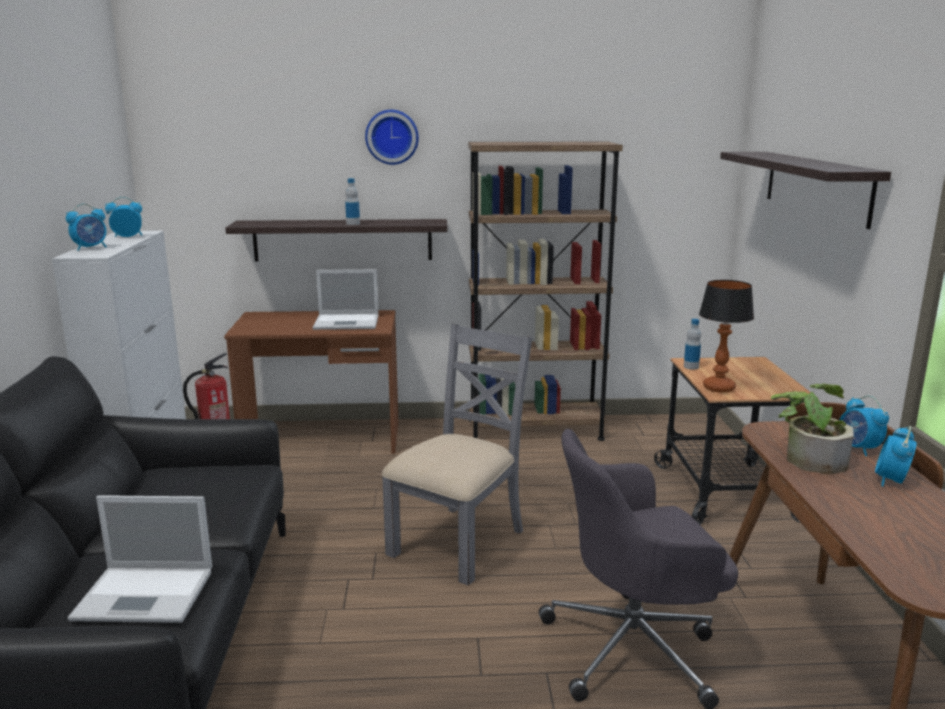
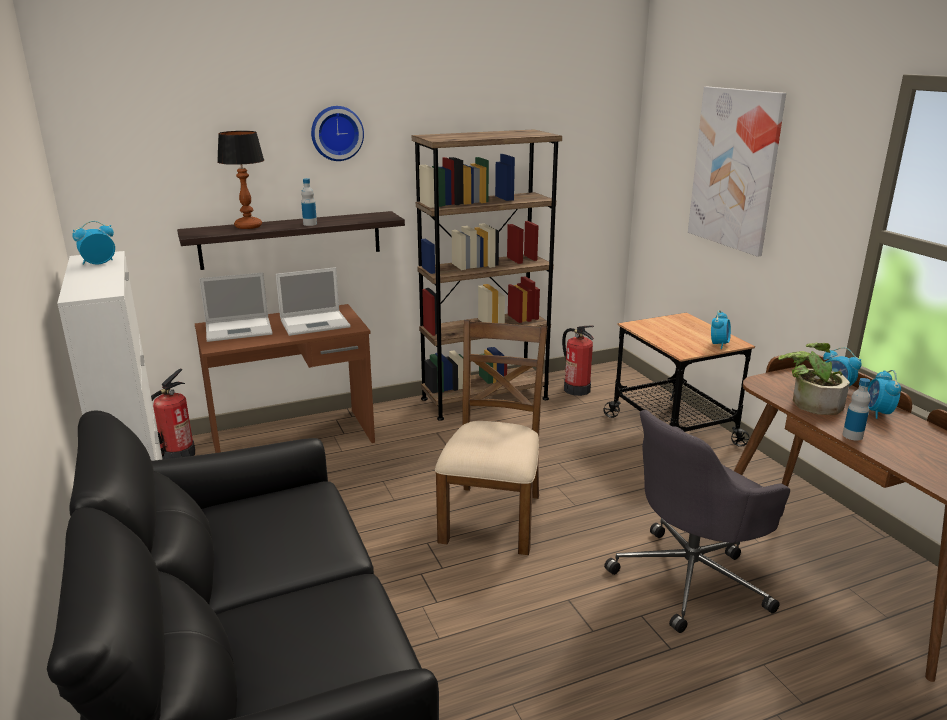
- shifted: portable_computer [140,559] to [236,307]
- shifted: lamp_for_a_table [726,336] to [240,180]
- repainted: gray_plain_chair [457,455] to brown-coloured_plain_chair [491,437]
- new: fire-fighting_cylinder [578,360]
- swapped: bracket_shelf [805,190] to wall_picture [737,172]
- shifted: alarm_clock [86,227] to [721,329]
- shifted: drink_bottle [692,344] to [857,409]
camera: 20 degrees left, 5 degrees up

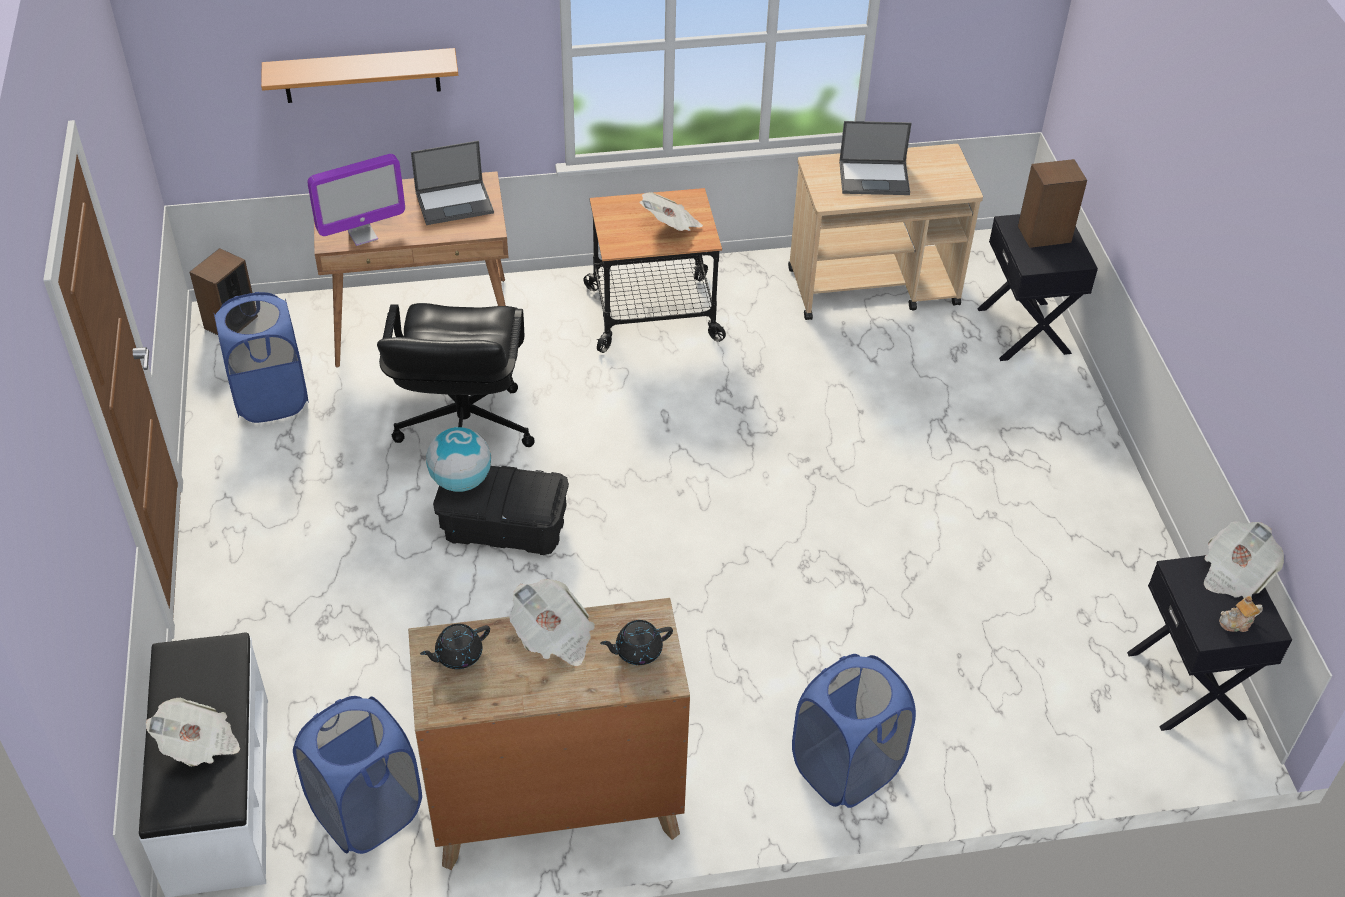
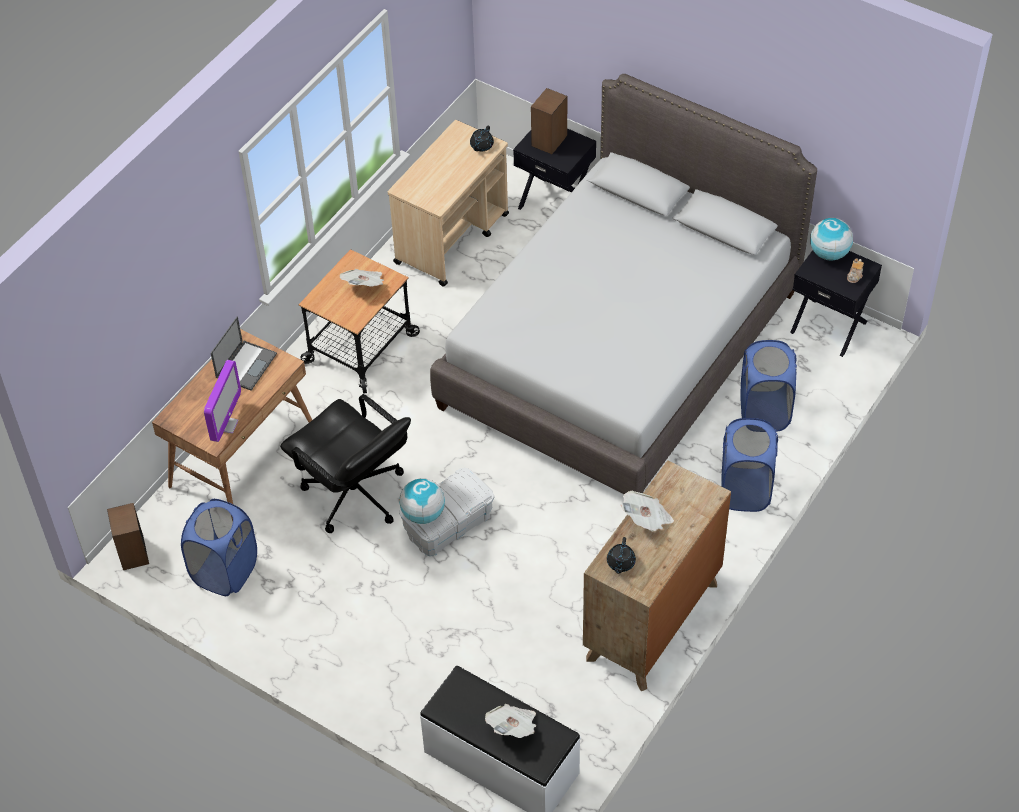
- repainted: black_storage_container [501,510] to whitish_storage_container [446,512]
- new: gray_sleeping_bed [623,284]
- shifted: black_tea_pot [636,642] to [482,138]
- shifted: blue_washing_basket [357,775] to [768,386]
- swapped: newspaper [1243,559] to desk_globe [831,239]
- gone: bracket_shelf [359,75]
- gone: portable_computer [875,158]
camera: 45 degrees left, 5 degrees up

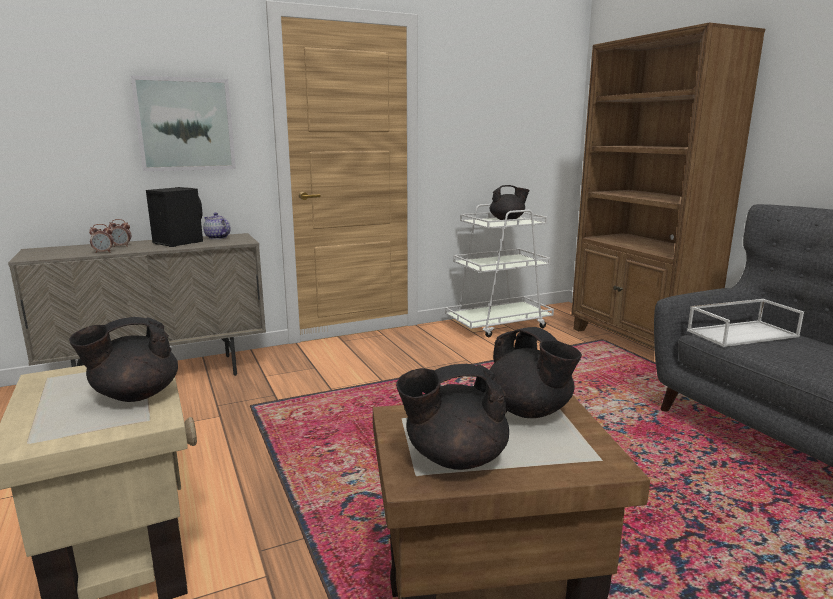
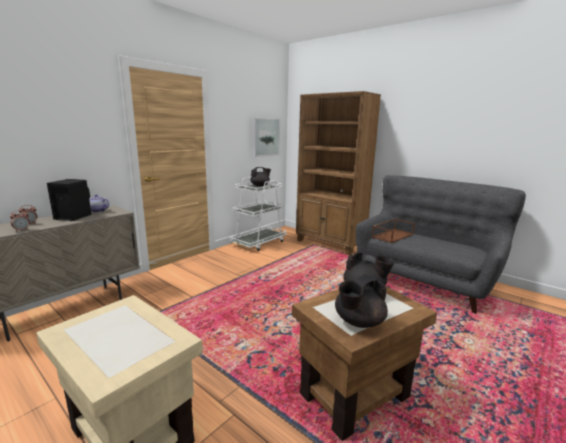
- shifted: wall_picture [183,123] to [266,137]
- repainted: whitish_carrying_tray [745,323] to brown-coloured_carrying_tray [393,231]
- gone: black_tea_pot [123,359]
camera: 25 degrees left, 0 degrees up

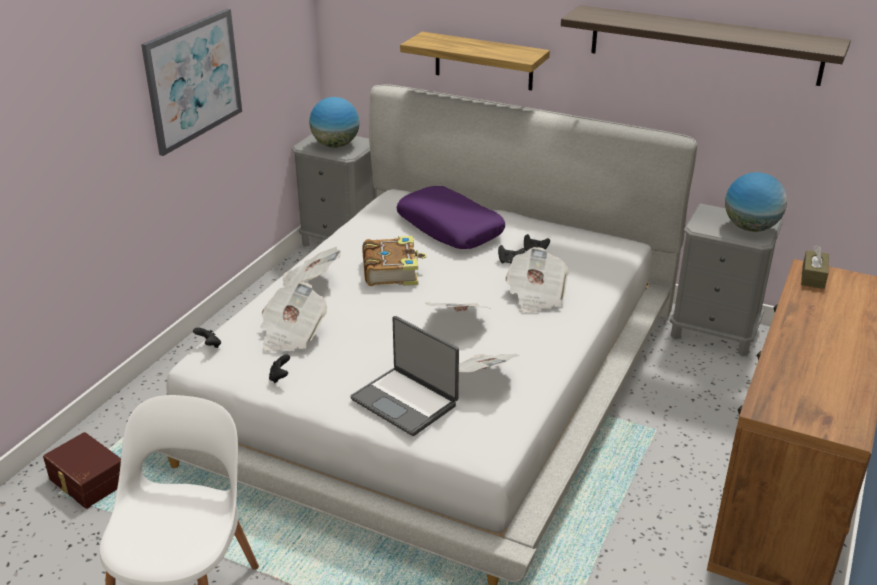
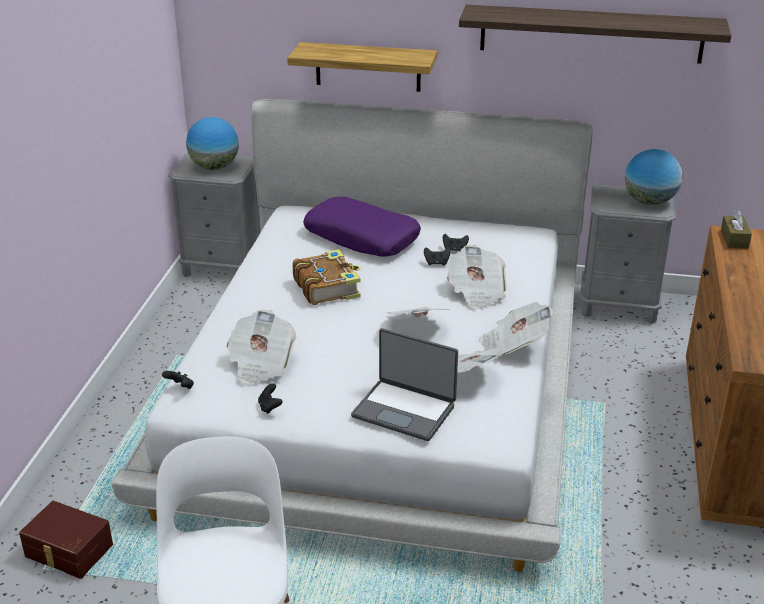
- shifted: newspaper [312,267] to [516,329]
- gone: wall_picture [191,82]
camera: 15 degrees left, 0 degrees up

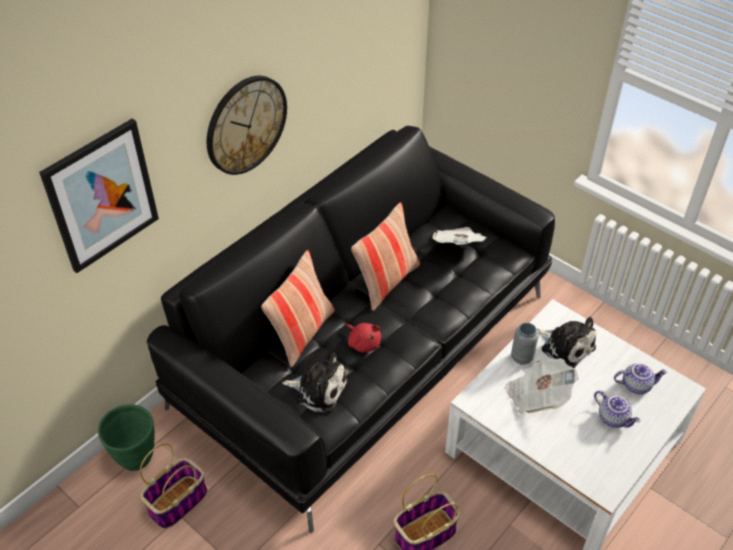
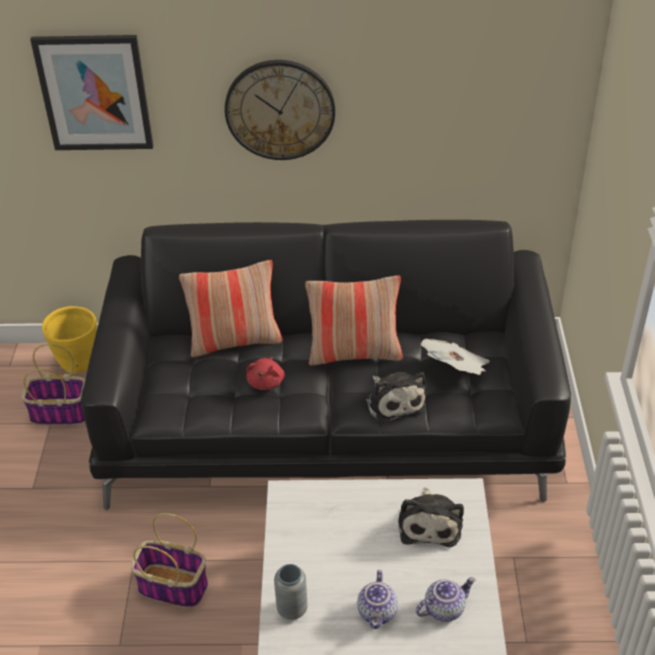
- repainted: green-coloured_flower_pot [126,437] to yellow_flower_pot [69,340]
- shifted: gray_flower_vase [525,344] to [291,592]
- shifted: soft_toy [315,382] to [395,398]
- rotated: tea_pot [640,378] = [446,599] 75 degrees counterclockwise
- gone: newspaper [541,386]
camera: 50 degrees right, 5 degrees down

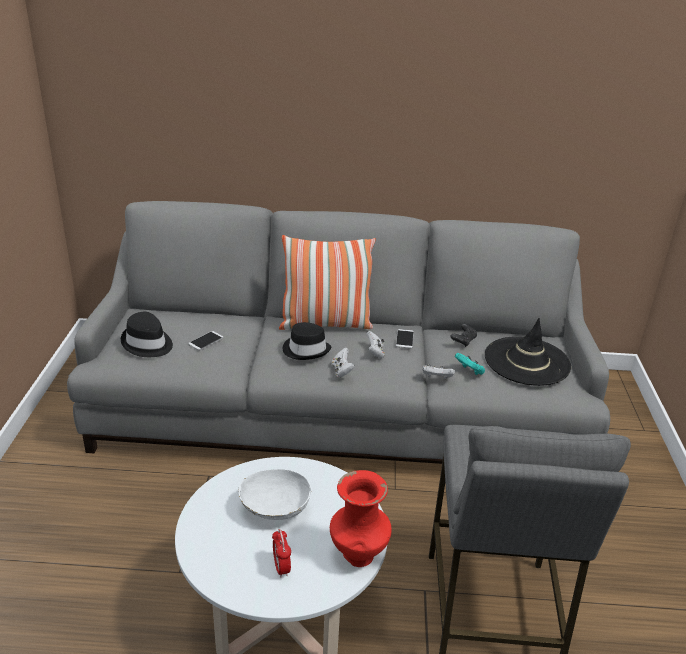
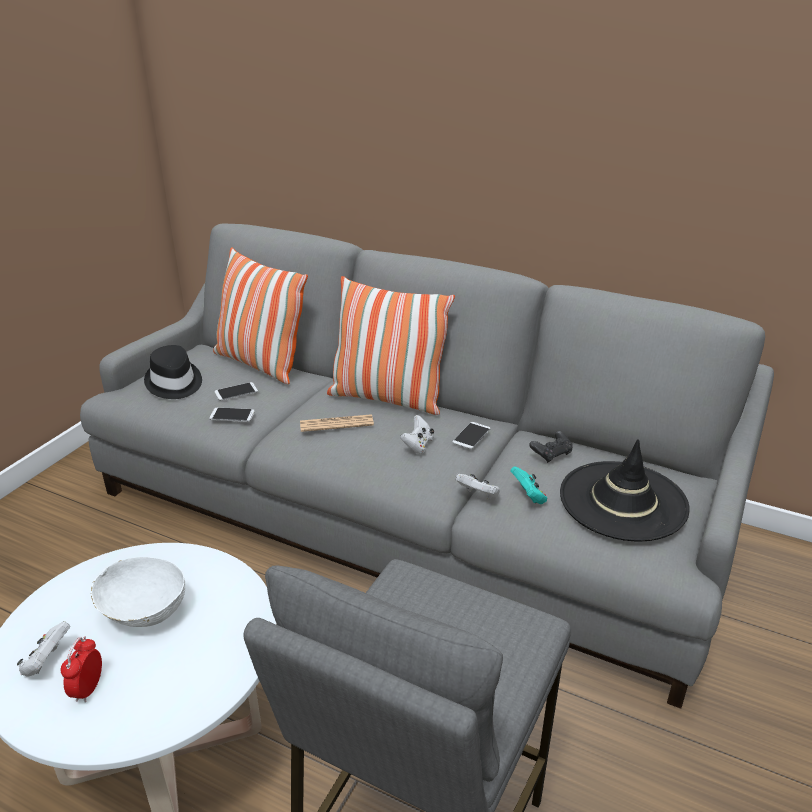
- shifted: whitish_game_controller [343,362] to [43,649]
- new: telephone [232,415]
- new: throw_pillow [260,315]
- swapped: black_clothing_hat [307,341] to newspaper [337,423]
- gone: red_flower_vase [361,518]
camera: 25 degrees right, 0 degrees up

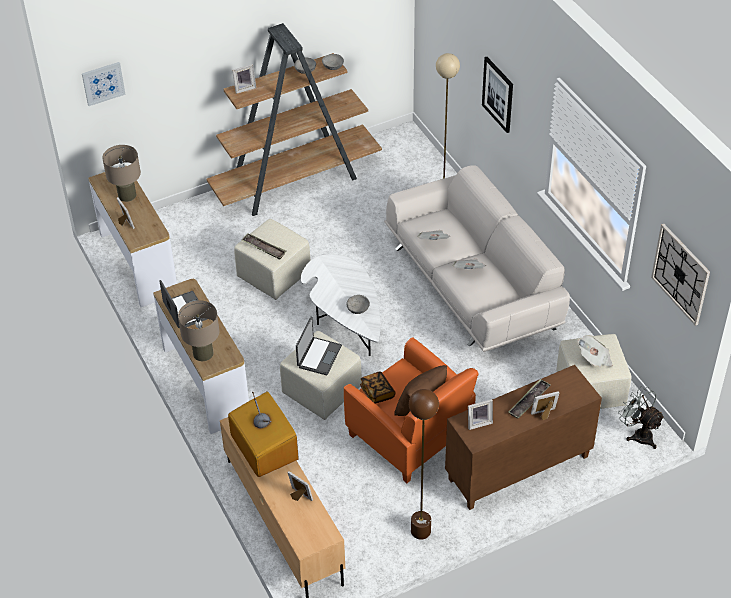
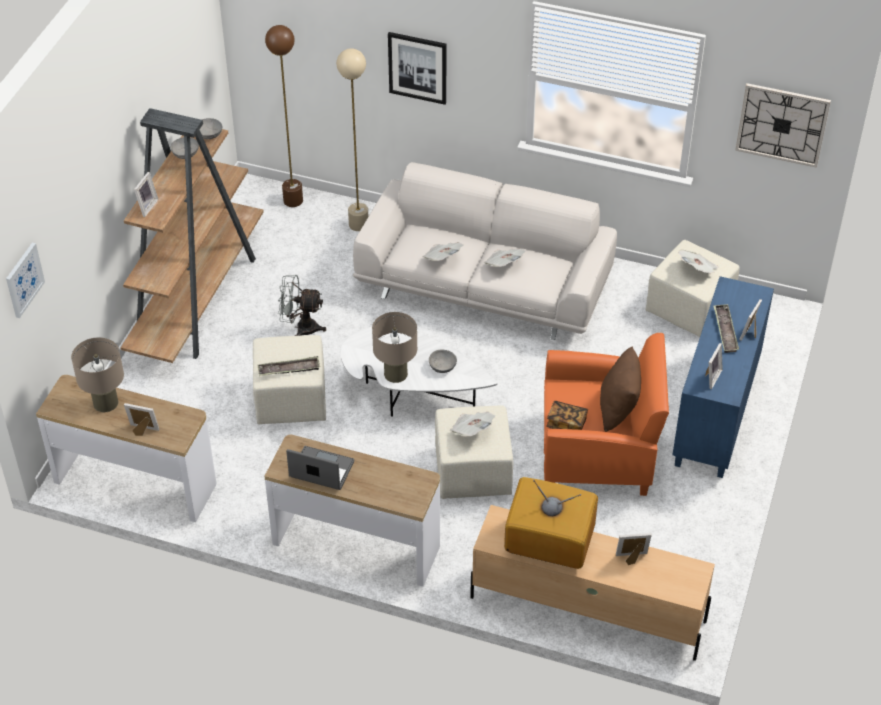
- shifted: brown-coloured_standard_lamp [424,464] to [284,116]
- shifted: gray_electric_fan [642,418] to [302,305]
- shifted: beige_lamp_for_a_table [198,330] to [394,347]
- swapped: portable_computer [319,346] to newspaper [472,424]
- repainted: brown-coloured_cabinet [523,437] to blue_cabinet [723,377]
camera: 45 degrees left, 0 degrees up

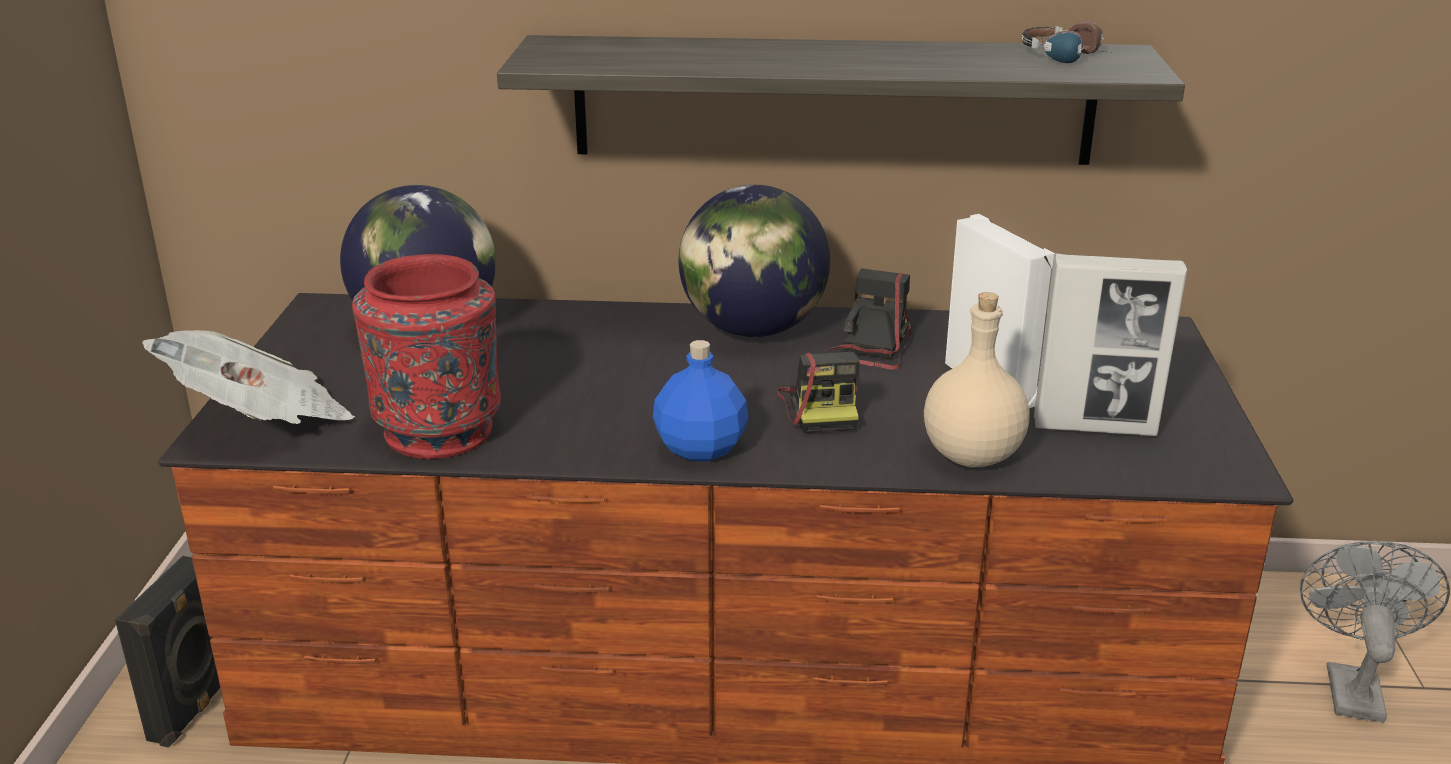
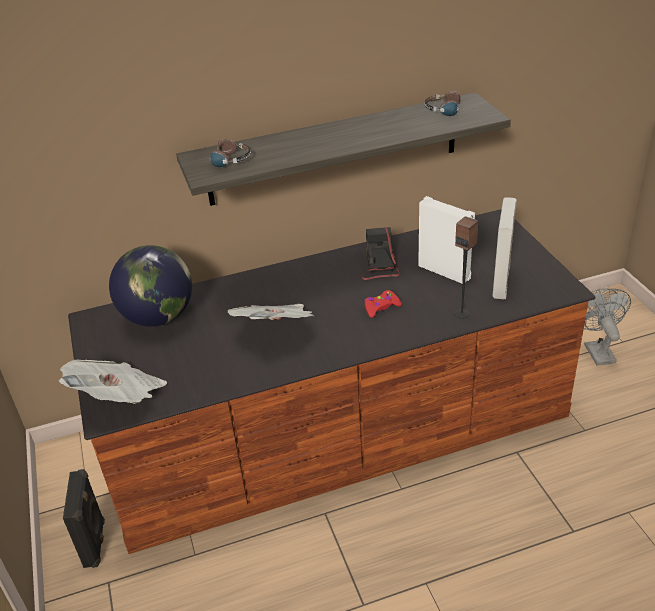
- new: pair_of_headphones [230,153]
- new: newspaper [271,312]
- swapped: still_camera [818,392] to red_game_controller [383,304]
- swapped: beige_drink_bottle [976,379] to loudspeaker [466,267]
- rotated: photo_frame [1110,344] = [505,248] 120 degrees clockwise
- gone: red_flower_vase [426,356]
- gone: blue_drink_bottle [700,400]
- gone: desk_globe [754,261]
camera: 20 degrees left, 10 degrees up

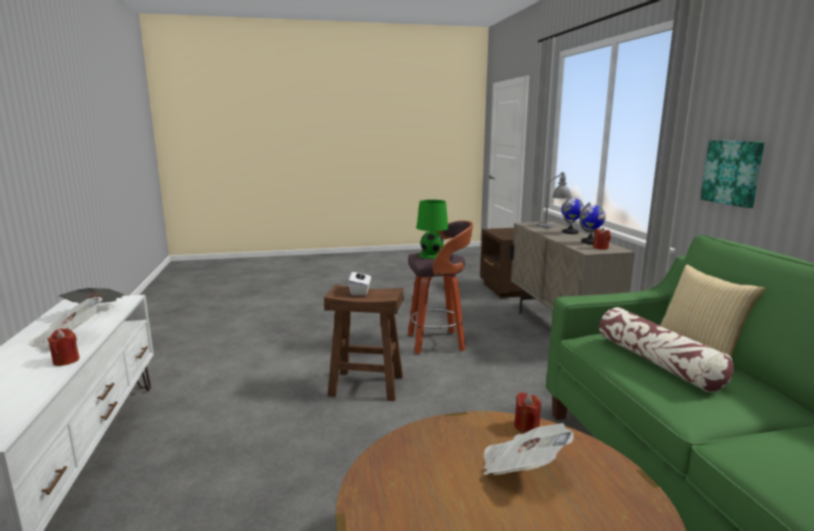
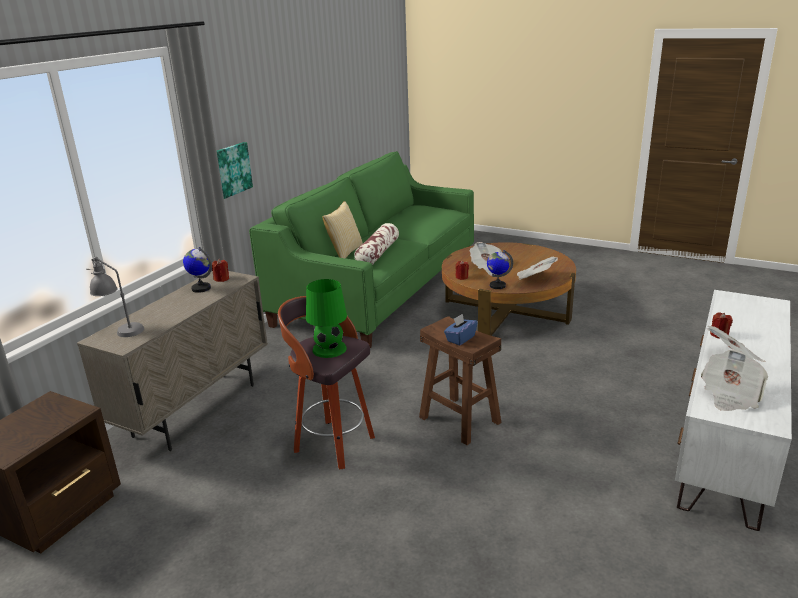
- repainted: whitish_box_of_tissues [360,281] to blue_box_of_tissues [461,329]
- shifted: desk_globe [572,215] to [500,269]
- new: newspaper [537,268]
camera: 140 degrees left, 10 degrees up

